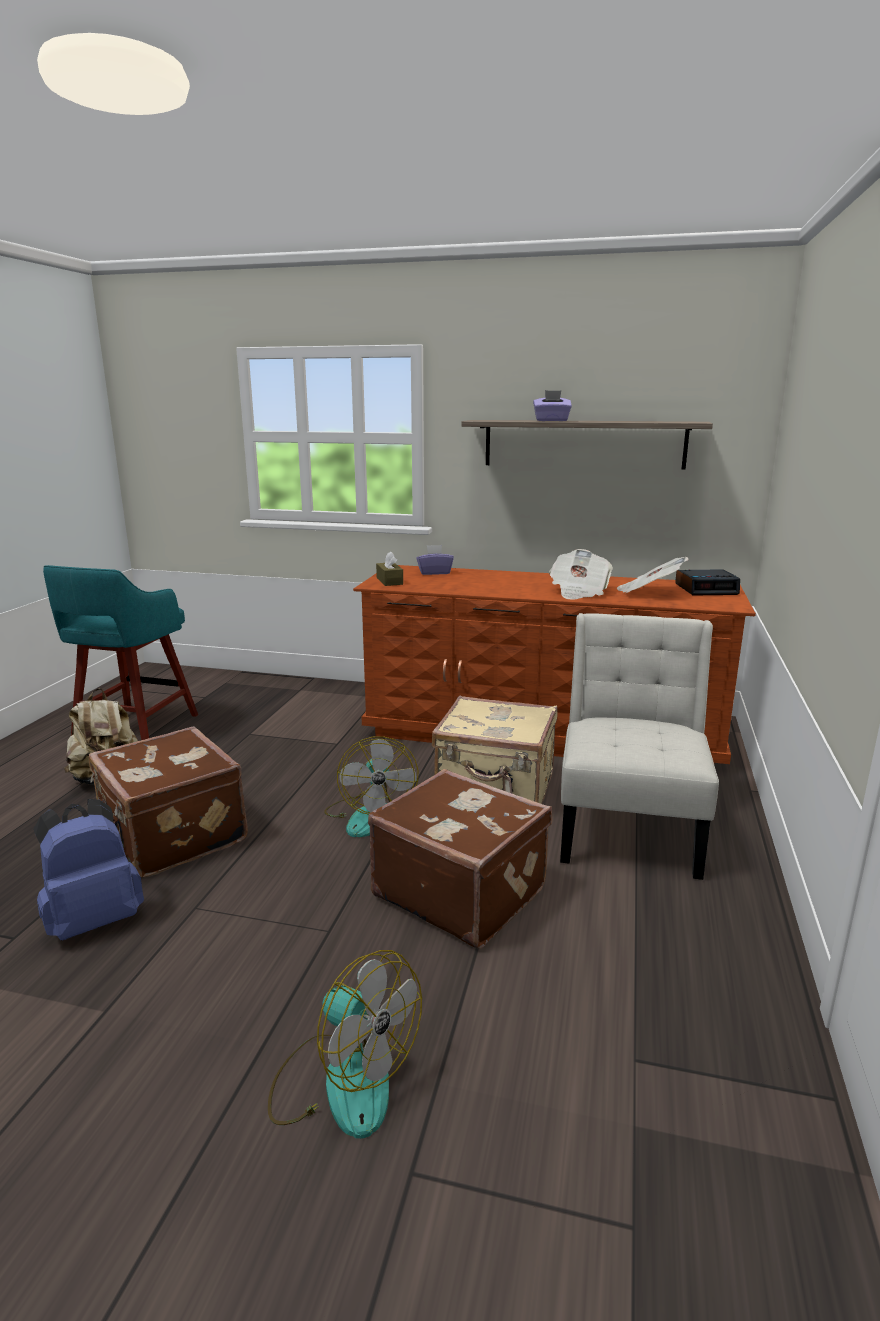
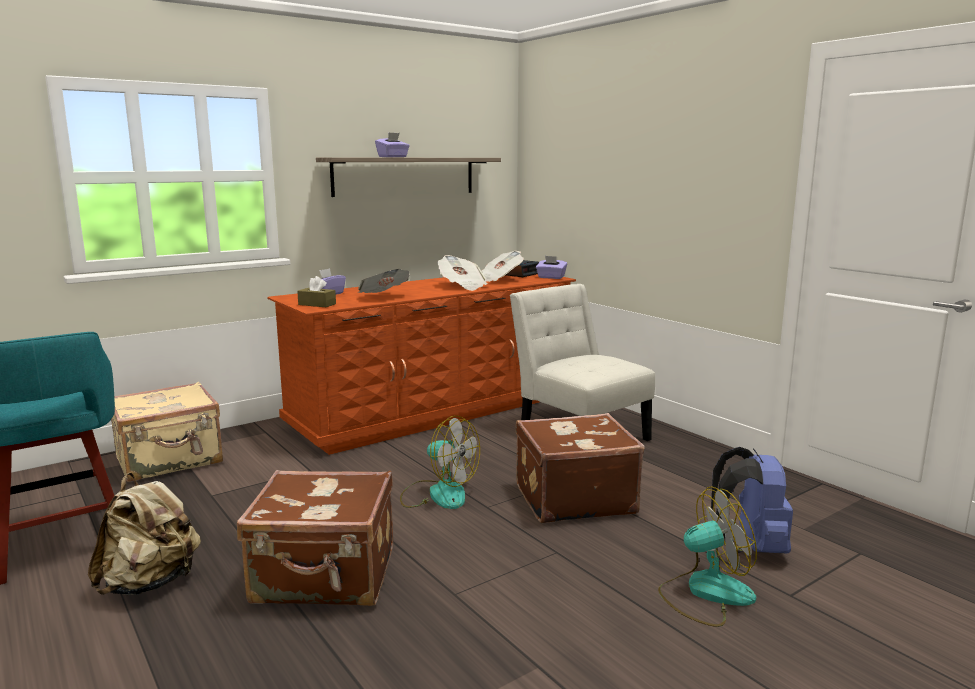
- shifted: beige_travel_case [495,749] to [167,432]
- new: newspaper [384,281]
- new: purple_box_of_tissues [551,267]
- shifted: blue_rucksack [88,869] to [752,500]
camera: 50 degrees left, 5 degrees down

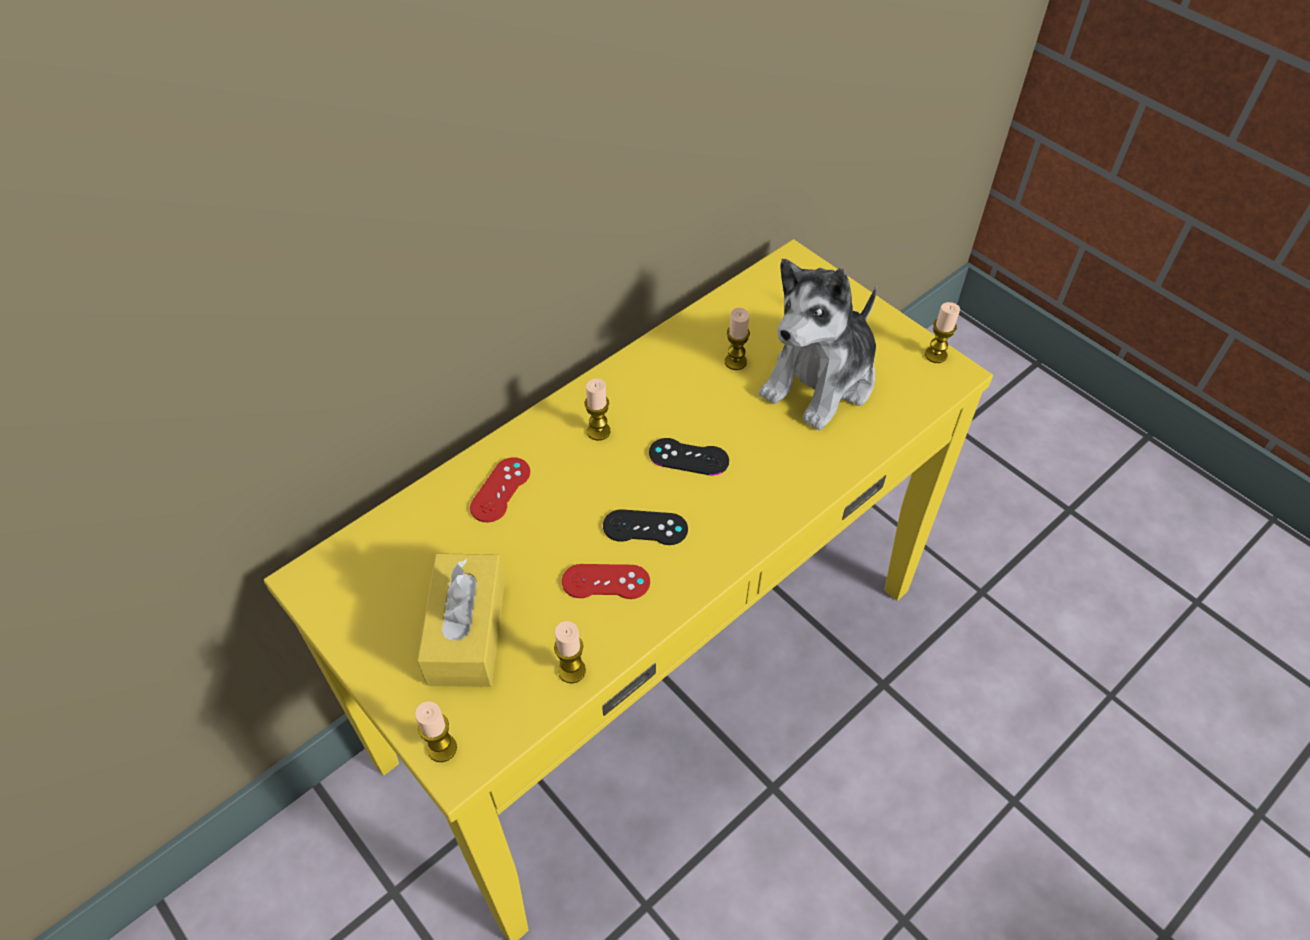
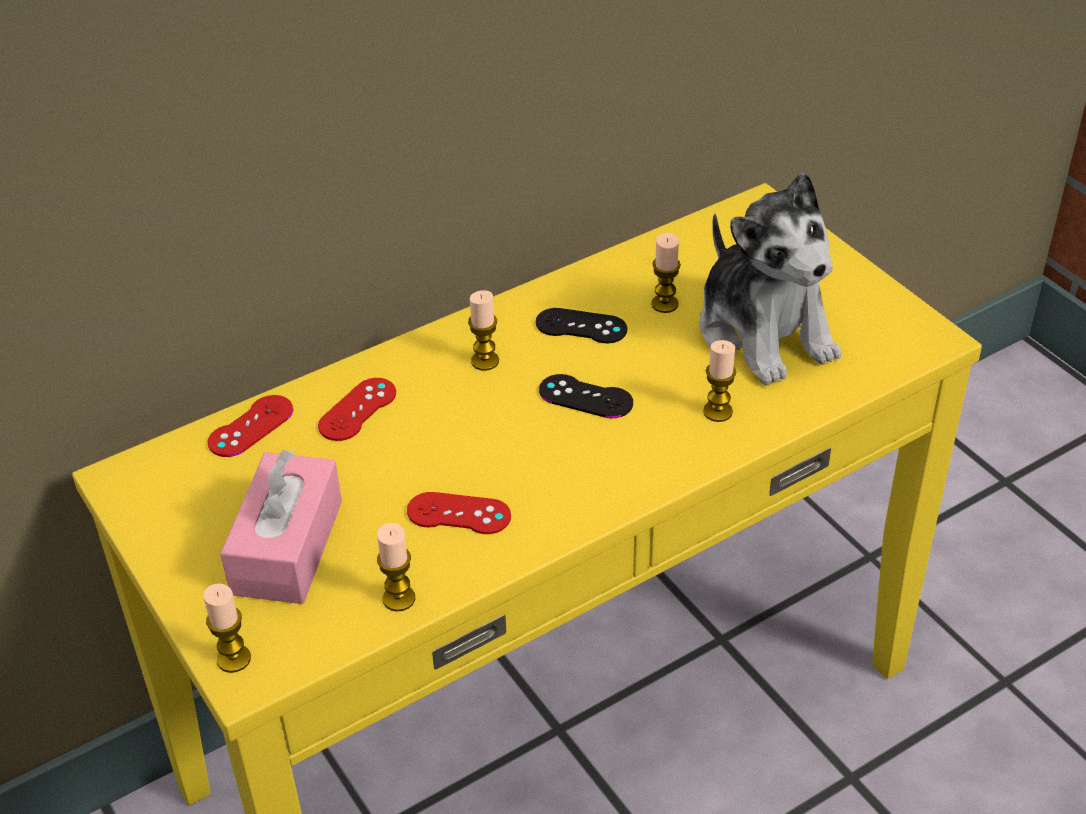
- new: red_game_controller [250,426]
- repainted: yellow_box_of_tissues [461,620] to pink_box_of_tissues [281,527]
- shifted: black_game_controller [645,527] to [581,325]
- rotated: soft_toy [818,344] = [770,279] 75 degrees counterclockwise
- shifted: wax_light [942,332] to [719,381]
camera: 10 degrees right, 10 degrees down

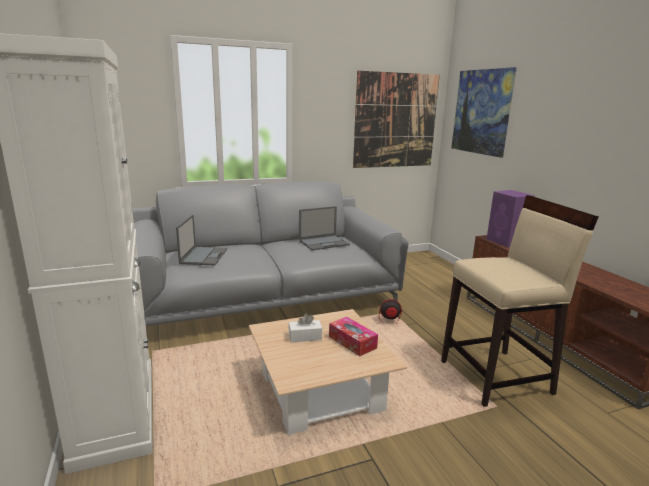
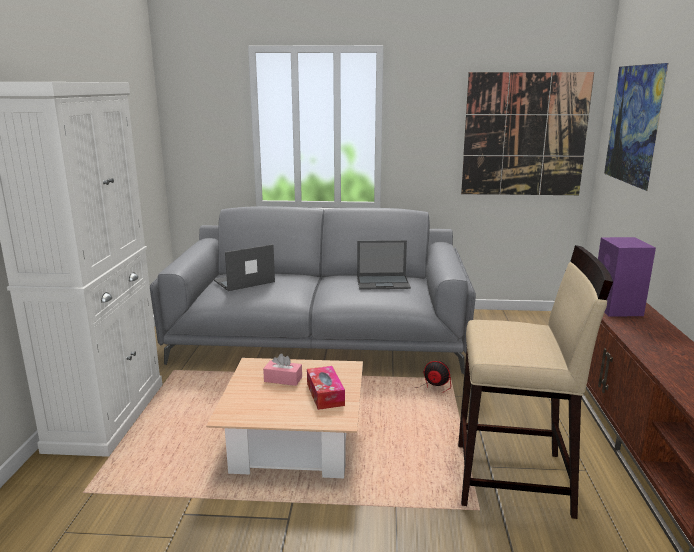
- rotated: portable_computer [201,240] = [244,267] 150 degrees counterclockwise
- repainted: whitish_box_of_tissues [305,328] to pink_box_of_tissues [282,370]
camera: 25 degrees right, 0 degrees up

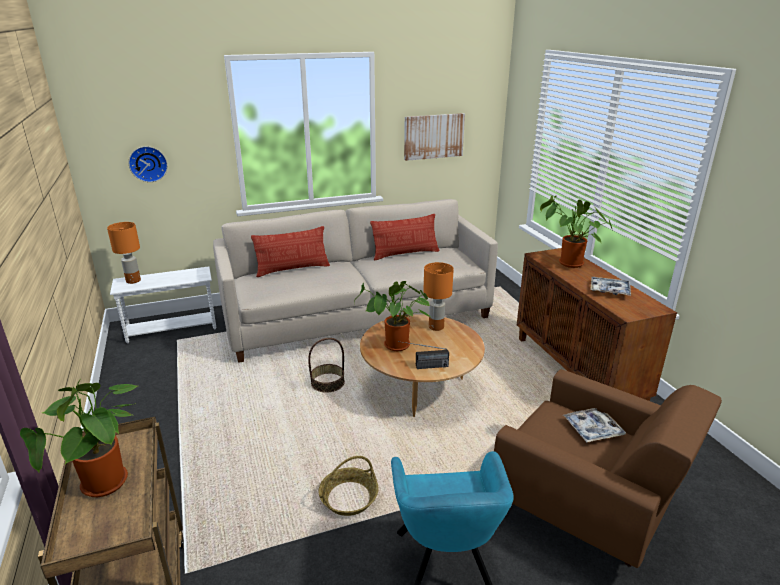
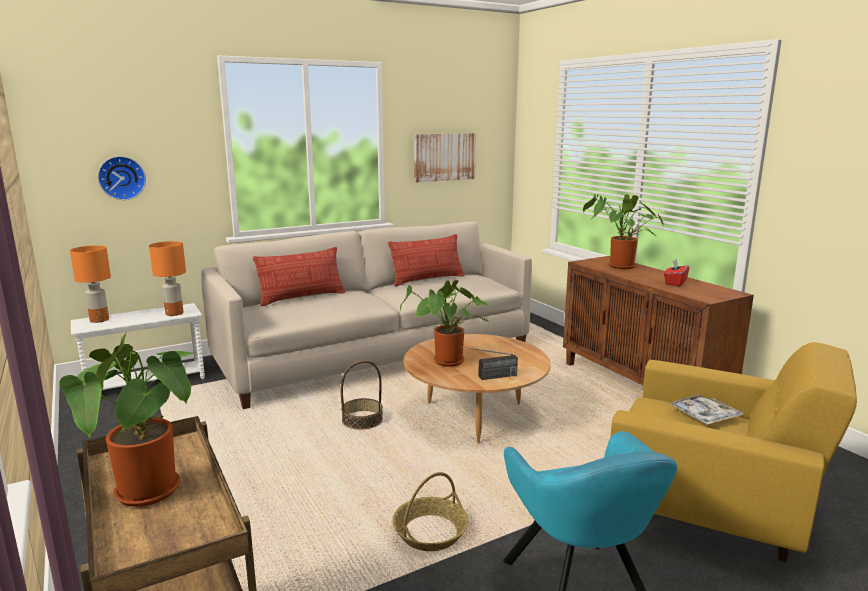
- shifted: orange-coloured_lamp_for_a_table [438,296] to [167,278]
- repainted: brown-coloured_easy_chair [608,468] to yellow_easy_chair [733,452]
- swapped: carrying_tray [610,286] to red_box_of_tissues [677,272]
camera: 10 degrees left, 10 degrees down

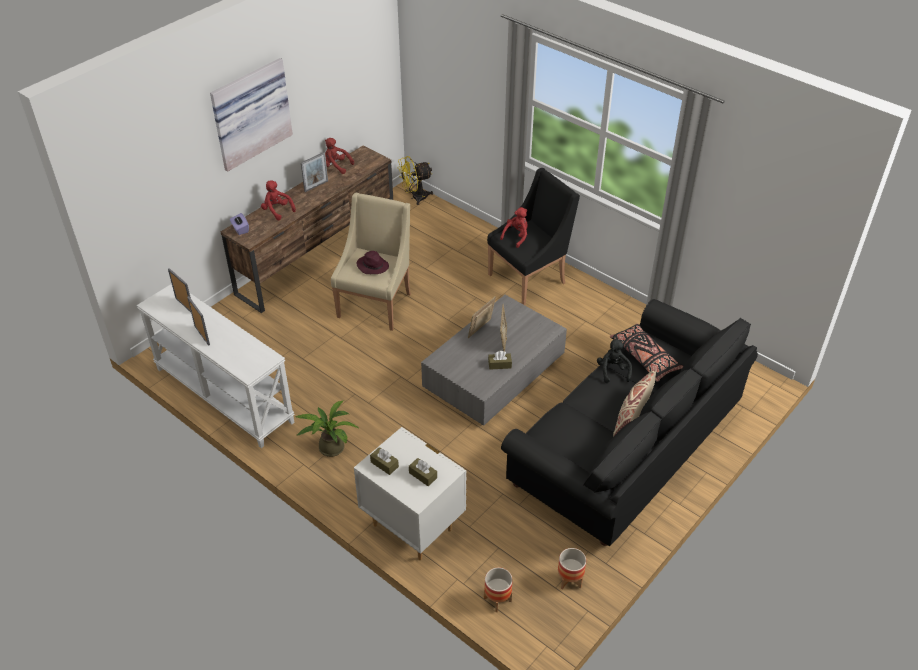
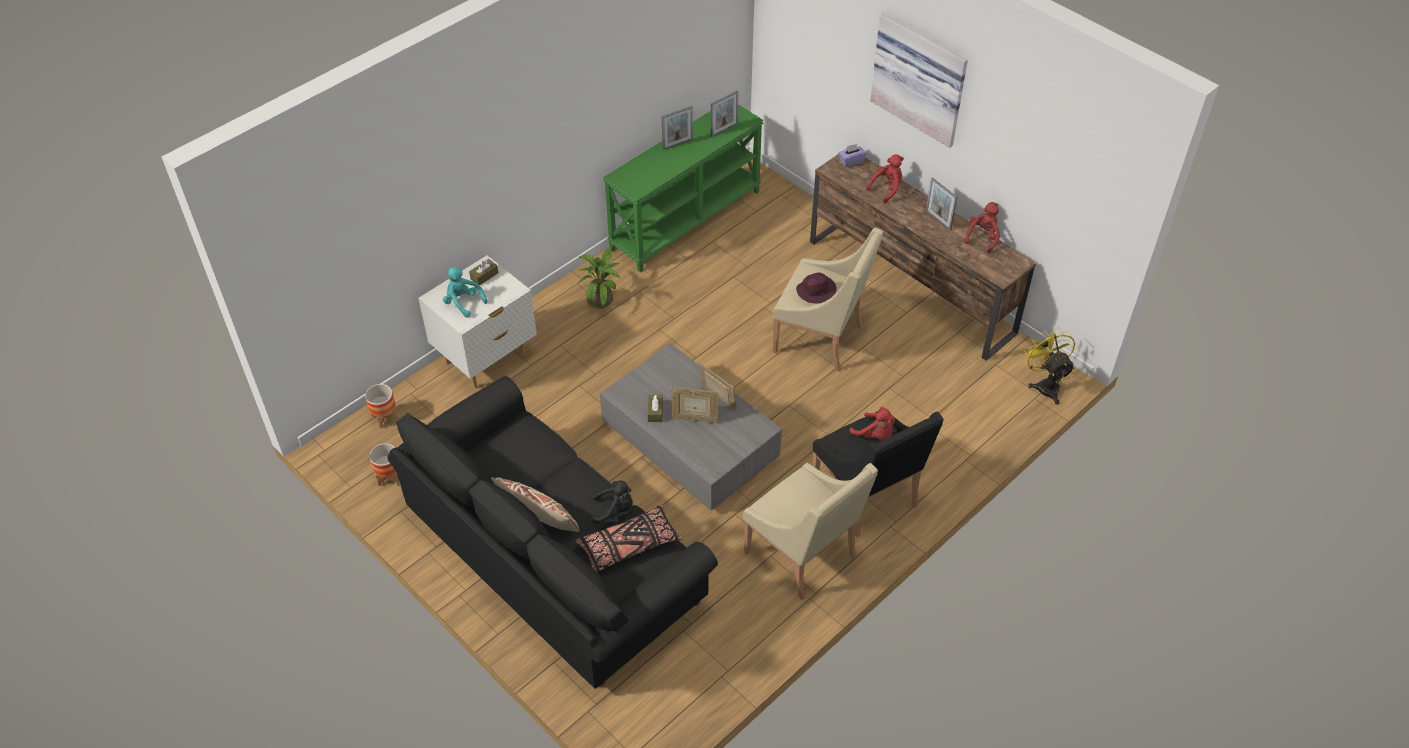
- swapped: brown-coloured_box_of_tissues [423,472] to blue-green_soft_toy [465,292]
- repainted: whitish_hall_table [216,366] to green-coloured_hall_table [683,188]
- new: beige_easy_chair [810,531]
camera: 95 degrees right, 5 degrees up

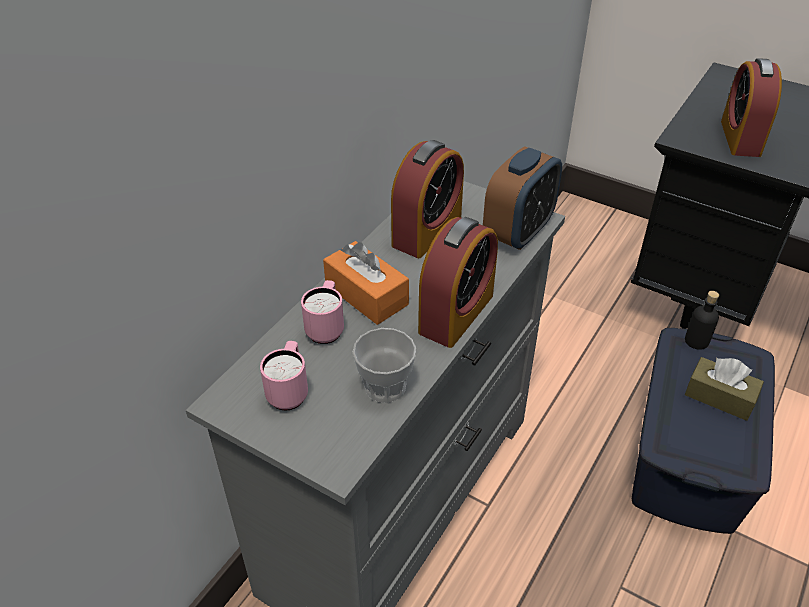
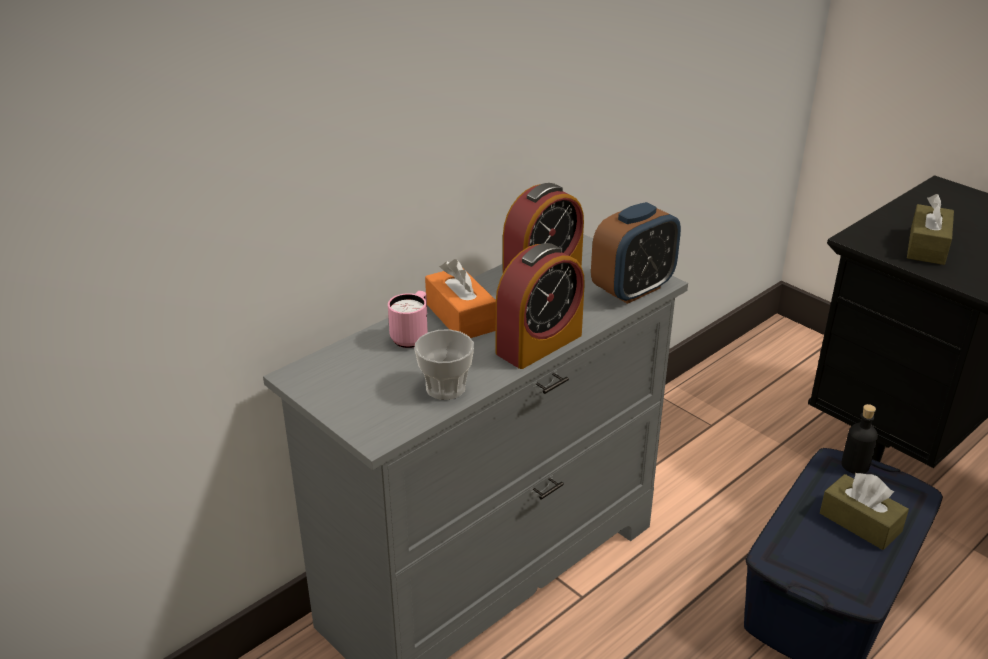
- swapped: alarm_clock [751,107] to brown-coloured_box_of_tissues [930,229]
- gone: pink_coffee_mug [284,375]
camera: 15 degrees right, 10 degrees down

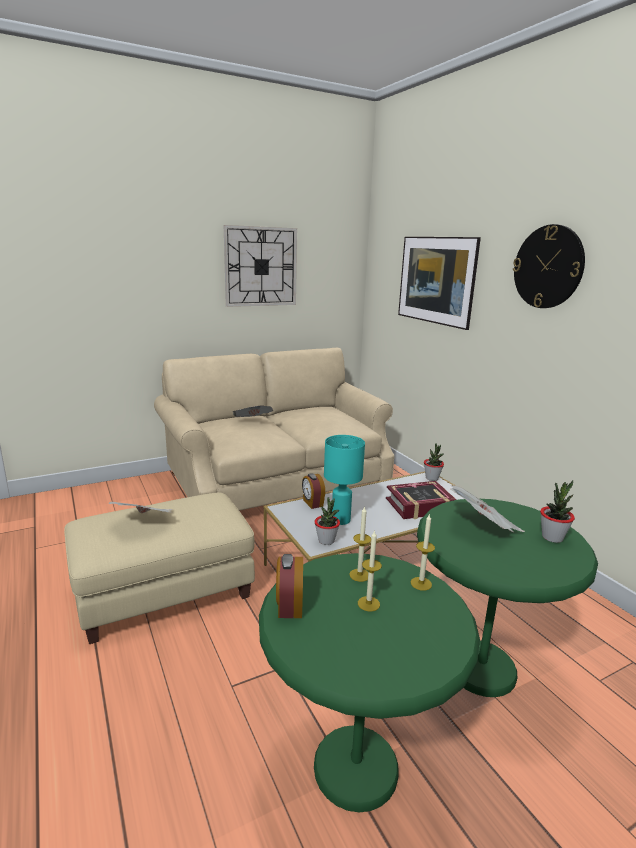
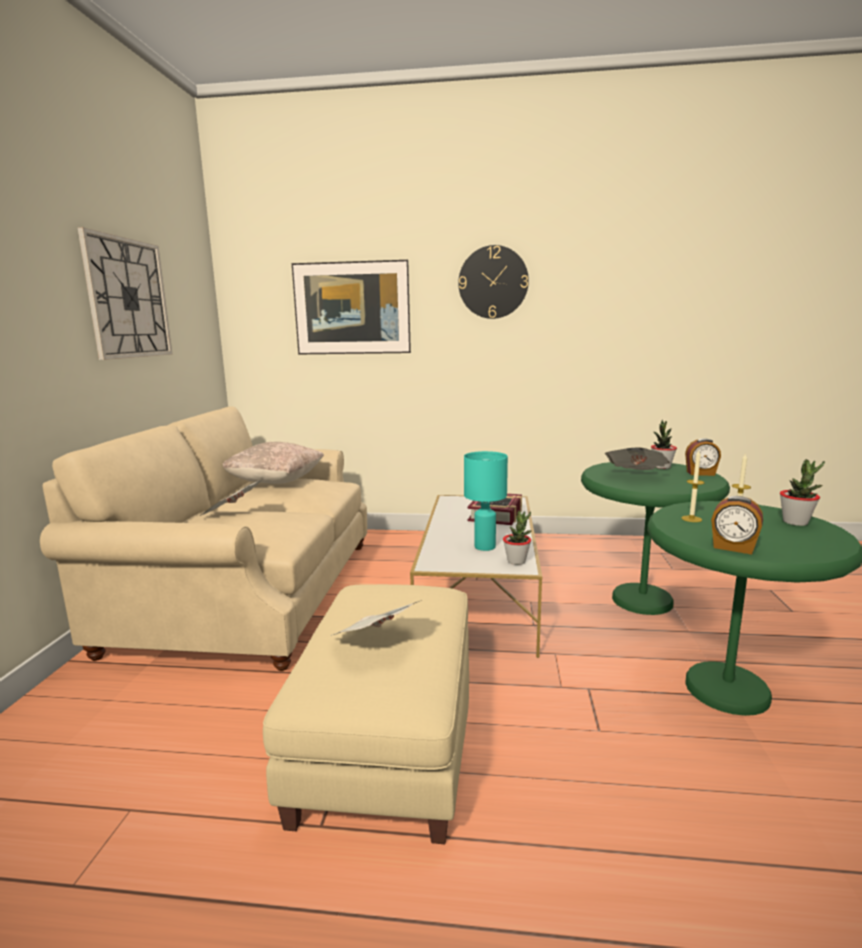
- new: beige_throw_pillow [273,463]
- shifted: alarm_clock [313,491] to [703,457]
- shifted: plant_in_a_pot [434,462] to [802,492]
- gone: wax_light [423,553]
camera: 55 degrees left, 5 degrees down

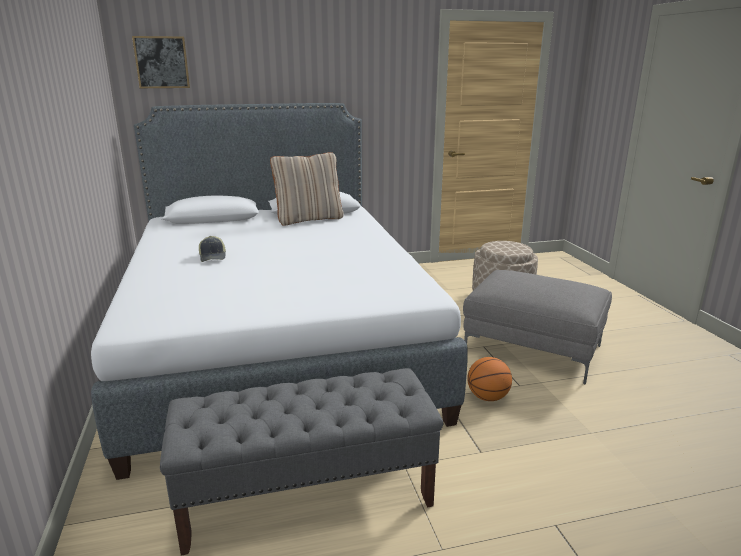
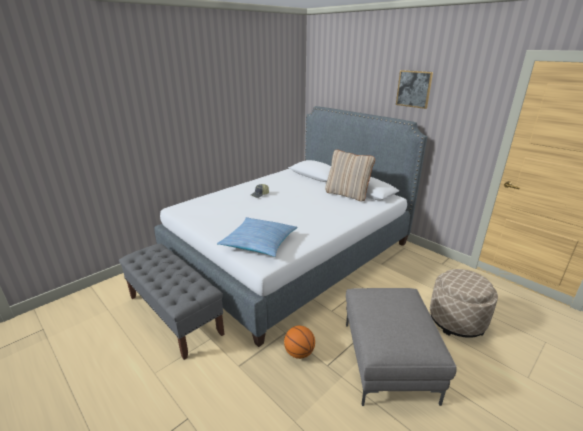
- new: throw_pillow [257,237]
- shifted: wall_picture [161,62] to [414,89]
camera: 60 degrees right, 5 degrees up

